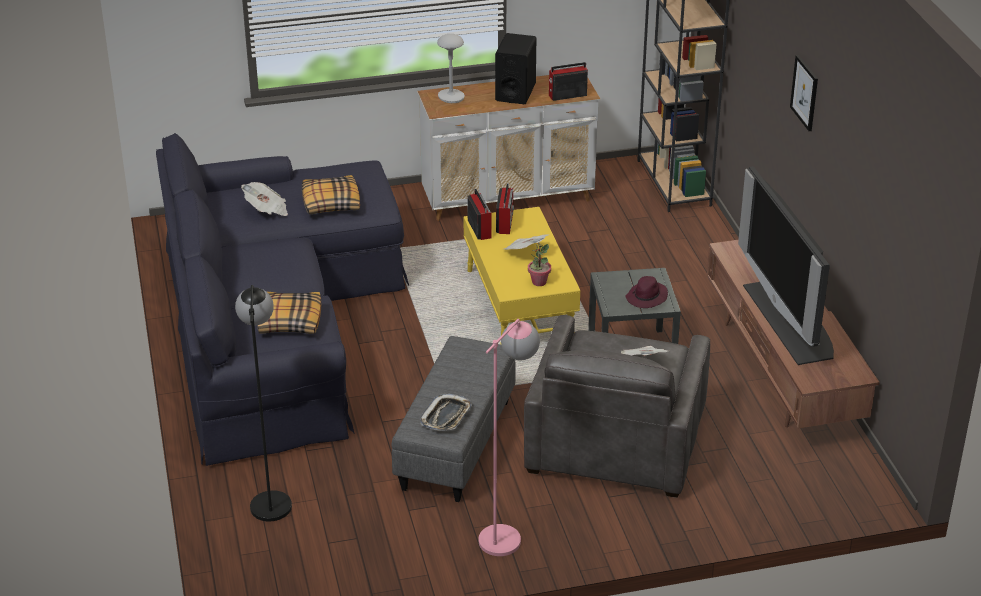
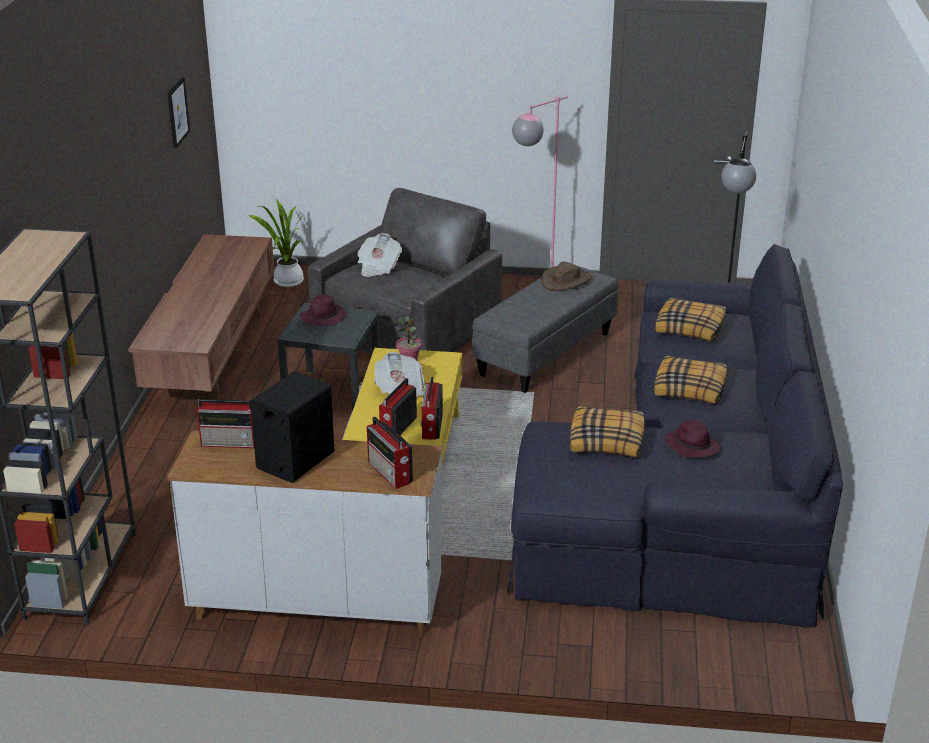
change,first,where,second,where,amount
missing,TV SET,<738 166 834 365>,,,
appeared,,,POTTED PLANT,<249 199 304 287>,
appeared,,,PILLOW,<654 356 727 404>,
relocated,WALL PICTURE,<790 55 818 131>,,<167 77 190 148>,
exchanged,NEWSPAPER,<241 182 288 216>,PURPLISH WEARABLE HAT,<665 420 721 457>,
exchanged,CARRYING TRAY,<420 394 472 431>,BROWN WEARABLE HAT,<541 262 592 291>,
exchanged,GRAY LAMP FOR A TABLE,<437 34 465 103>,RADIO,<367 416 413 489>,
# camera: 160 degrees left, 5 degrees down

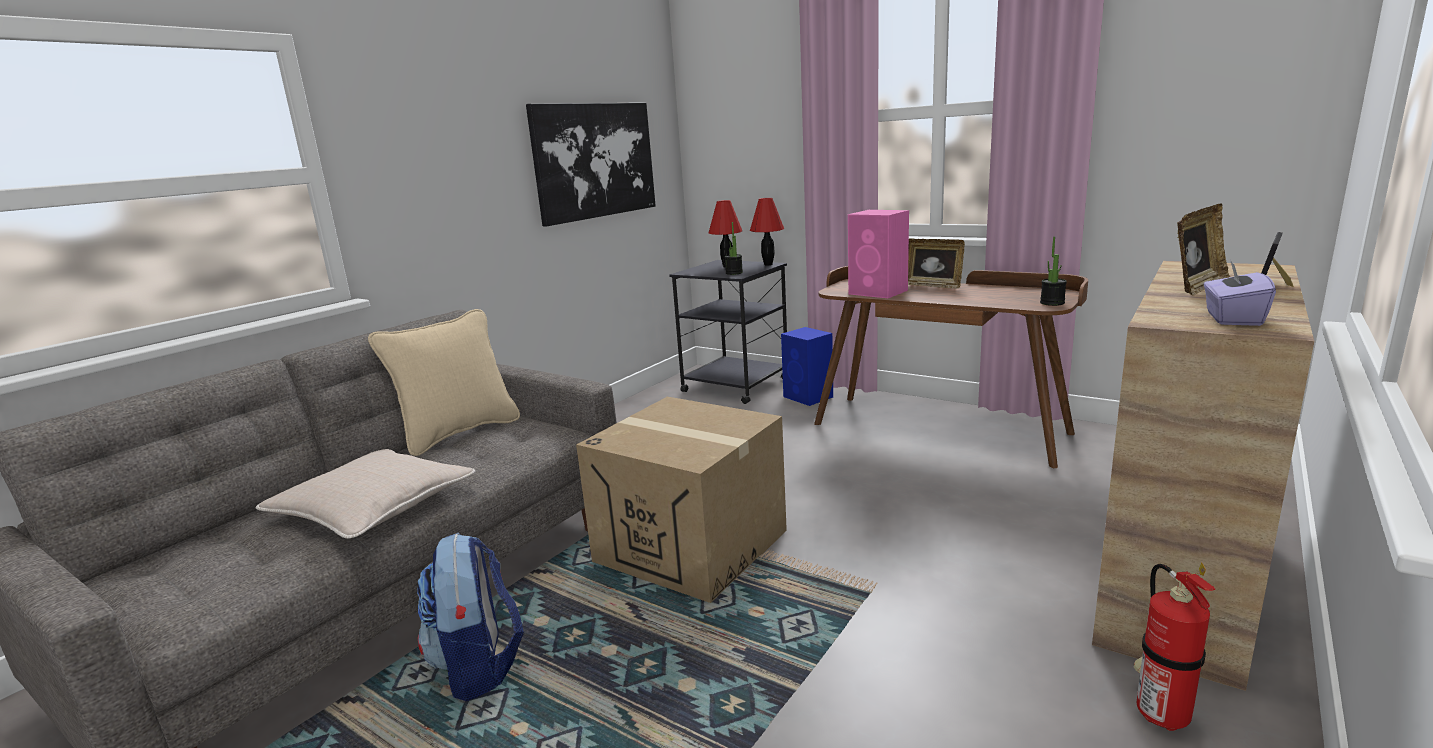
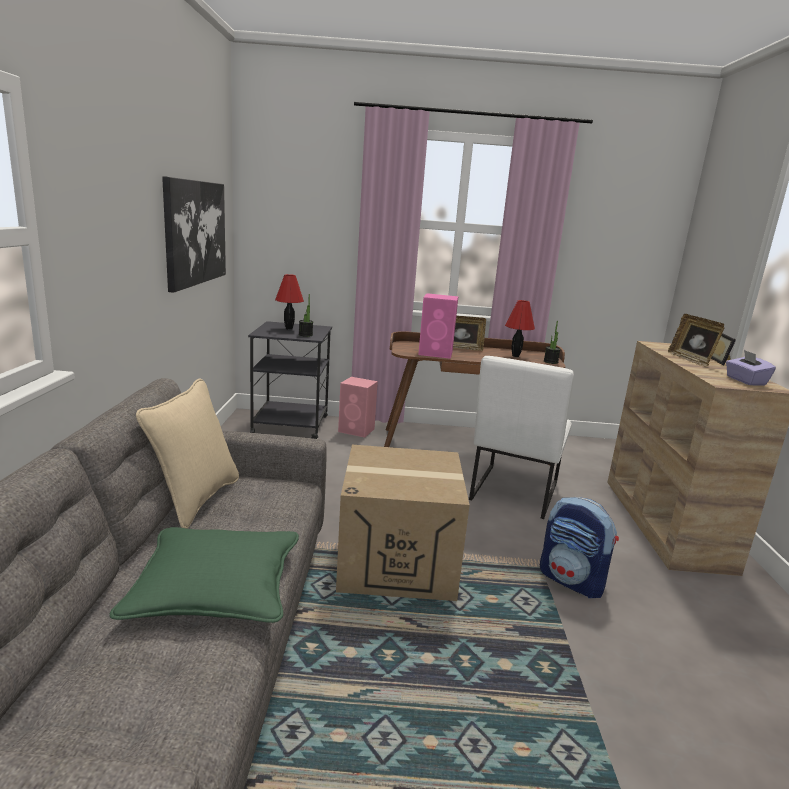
change,first,where,second,where,amount
missing,FIRE-FIGHTING CYLINDER,<1133 562 1215 731>,,,
appeared,,,WHITISH CHAIR,<469 356 574 519>,
relocated,KNAPSACK,<417 533 524 701>,,<540 497 619 598>,
relocated,REDDISH LAMP FOR A TABLE,<750 198 784 266>,,<505 300 535 357>,
colour,BEIGE PILLOW,<255 449 475 539>,GREENISH PILLOW,<110 527 299 623>,
colour,BLUE-COLOURED AUDIO SPEAKER,<781 327 833 406>,PINK-COLOURED AUDIO SPEAKER,<338 377 378 438>,
spun,PICTURE FRAME,<1177 204 1230 296>,,<668 314 725 367>,150 degrees clockwise
# camera: 35 degrees left, 0 degrees up

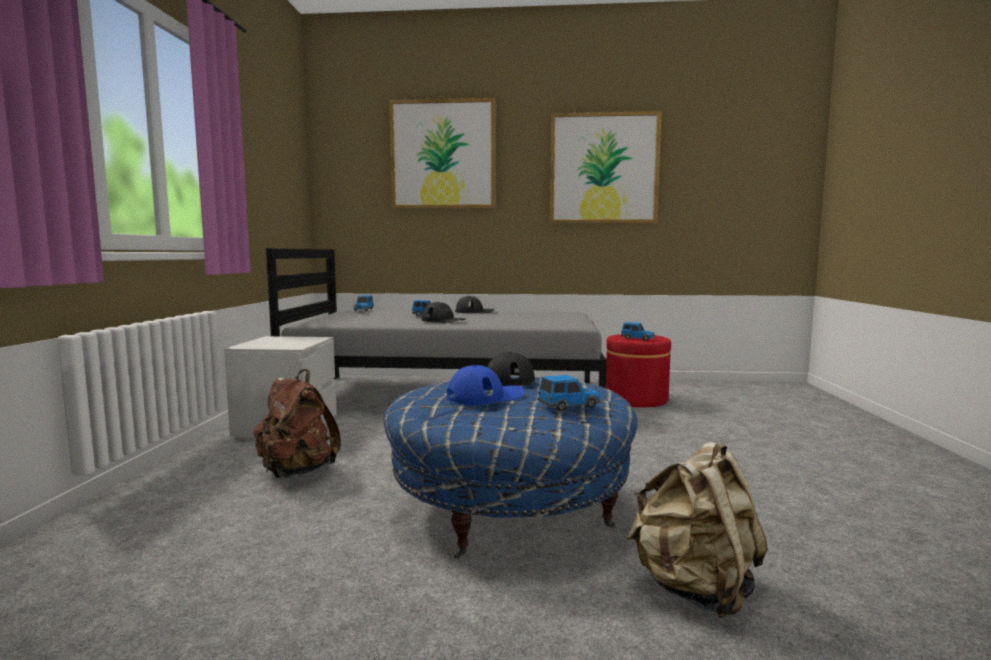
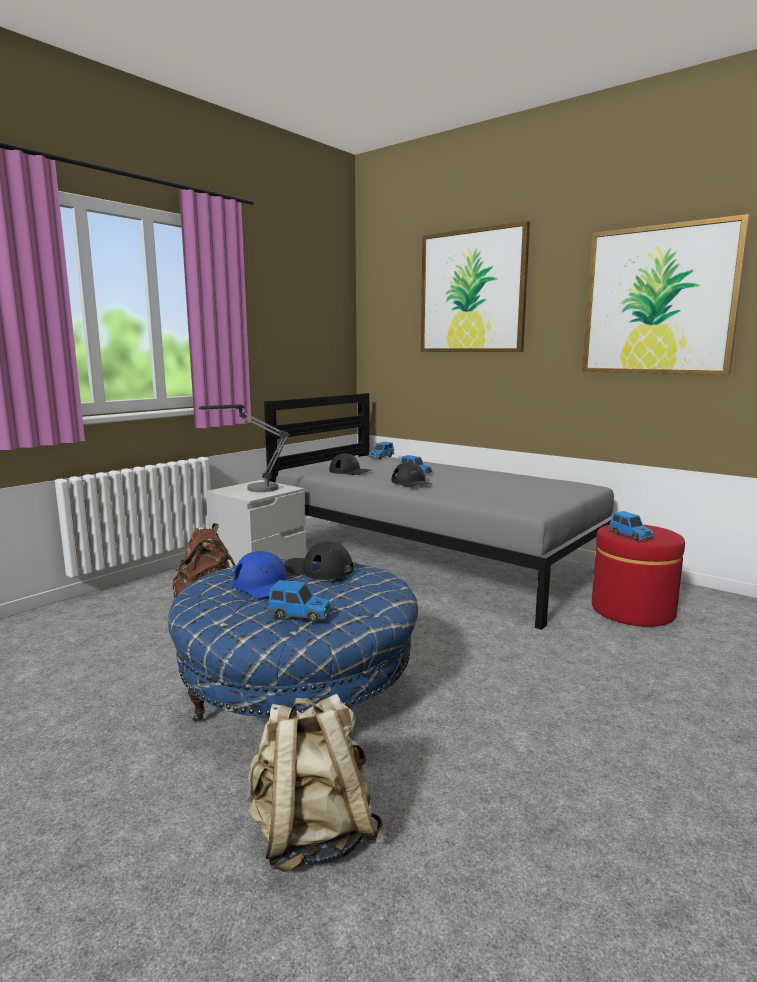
change,first,where,second,where,amount
appeared,,,LAMP FOR A TABLE,<199 404 290 492>,
relocated,BLACK-COLOURED PEAKED CAP,<455 296 495 313>,,<329 453 371 475>,
spun,BLUE-COLOURED PEAKED CAP,<447 365 525 405>,,<233 551 287 598>,45 degrees clockwise
# camera: 35 degrees right, 5 degrees up

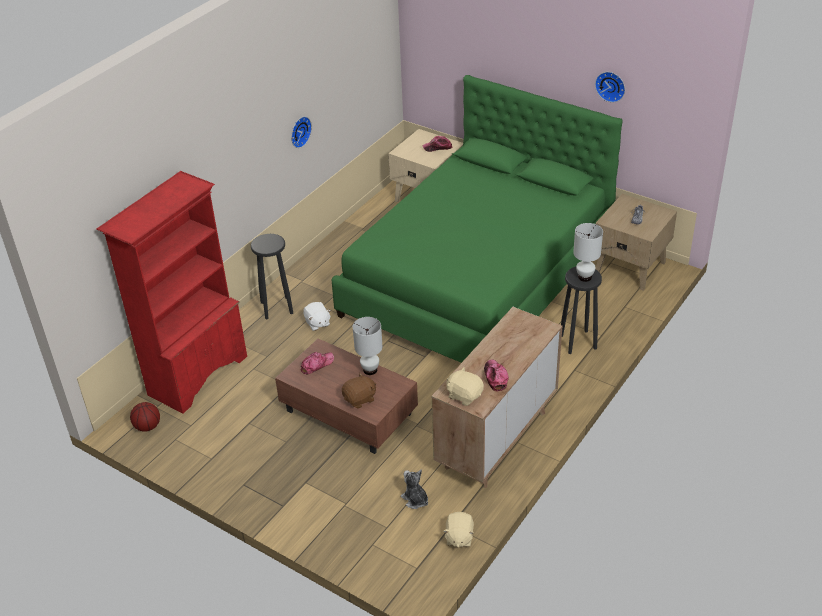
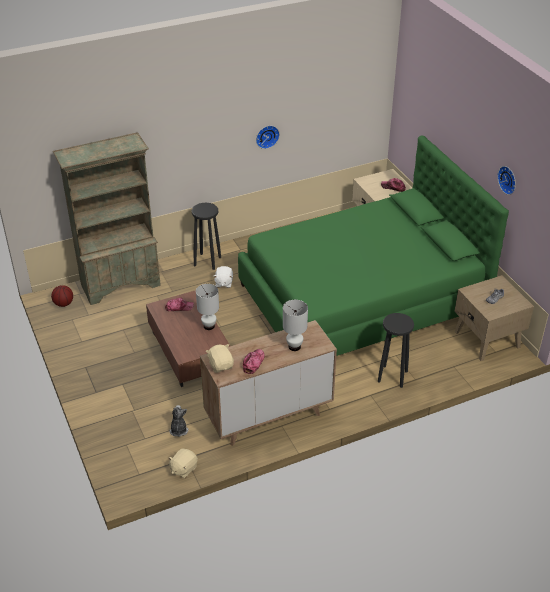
change,first,where,second,where,amount
missing,BROWN CUDDLY TOY,<342 373 376 409>,,,
relocated,WHITISH LAMP FOR A TABLE,<573 223 603 282>,,<283 300 308 351>,
colour,REDDISH BOOKSHELF,<97 171 247 414>,GREENISH BOOKSHELF,<53 132 161 305>,
# camera: 30 degrees right, 0 degrees up

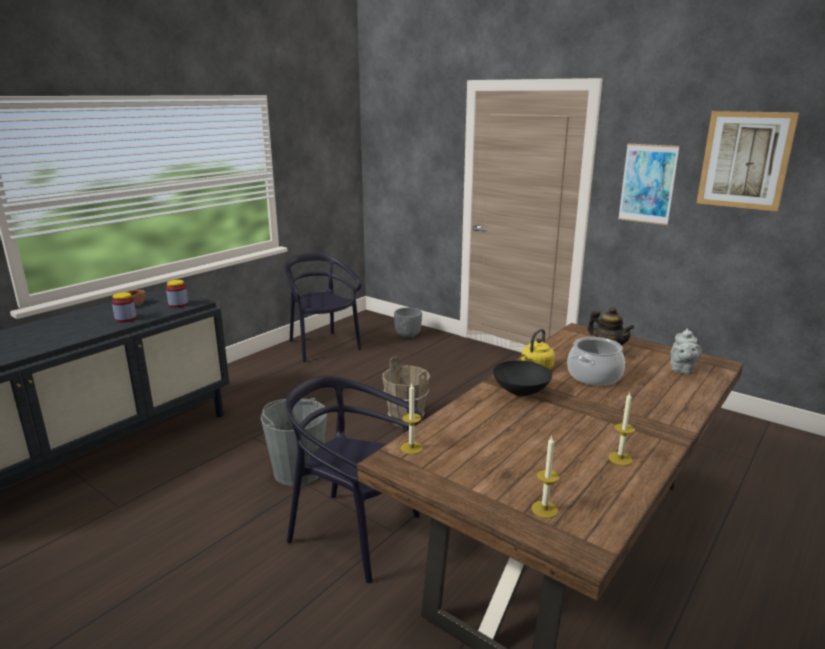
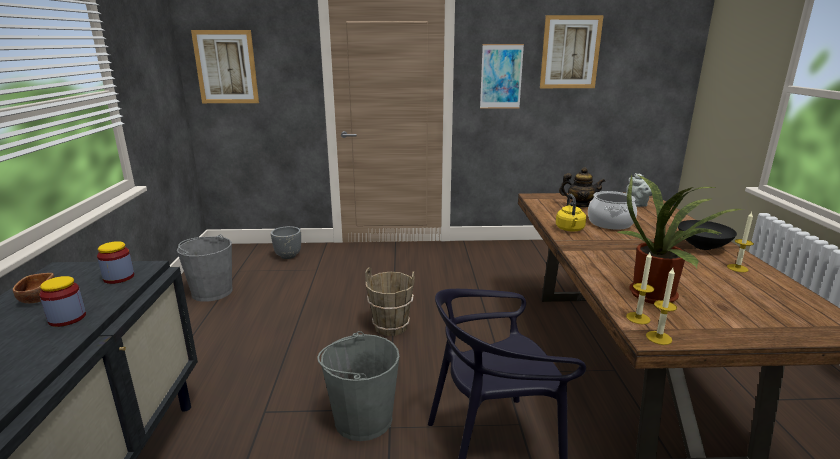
change,first,where,second,where,amount
appeared,,,WALL PICTURE,<191 30 259 103>,
appeared,,,POTTED PLANT,<617 174 742 304>,
relocated,BLACK-COLOURED BOWL,<493 360 552 396>,,<678 220 737 250>,
relocated,WAX CANDLE,<532 436 560 518>,,<646 268 677 345>,
exchanged,BLACK-COLOURED CHAIR,<285 253 362 363>,GRAY WATER BUCKET,<177 234 233 302>,
# camera: 40 degrees left, 0 degrees up

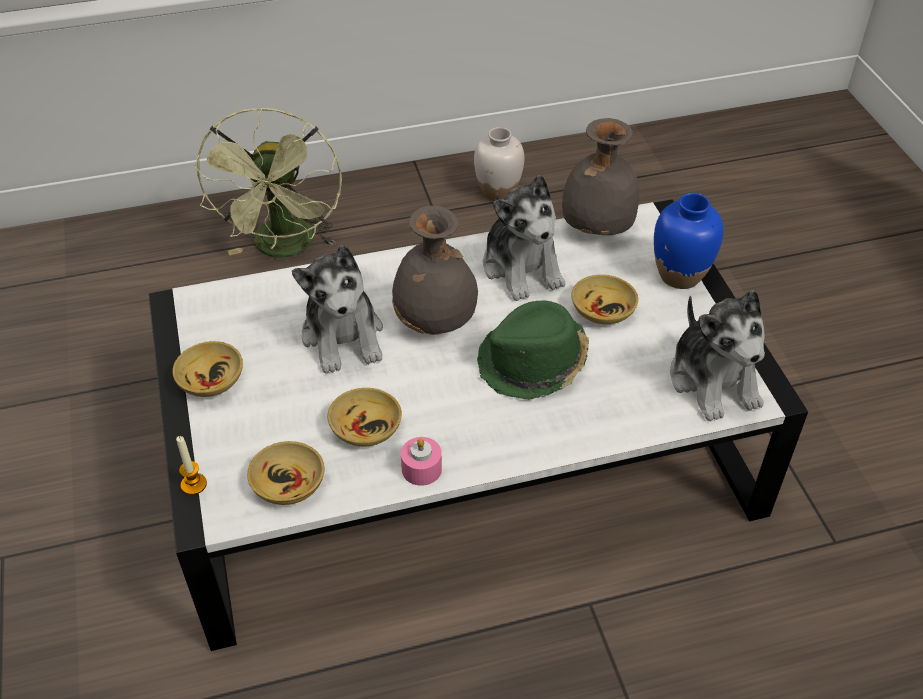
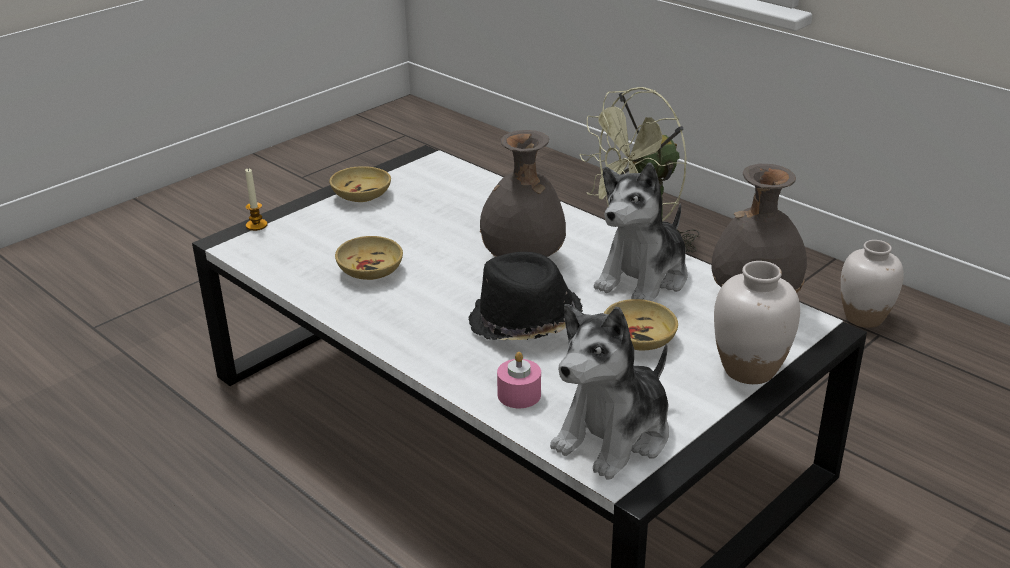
change,first,where,second,where,amount
missing,BEIGE BOWL,<247 441 324 505>,,,
missing,CUDDLY TOY,<292 245 383 374>,,,
relocated,PINK-COLOURED WAX CANDLE,<401 437 442 486>,,<497 352 541 408>,
colour,GREENISH WEARABLE HAT,<477 300 589 400>,BLACK-COLOURED WEARABLE HAT,<468 252 583 340>,
colour,BLUE-COLOURED VASE,<654 193 724 289>,WHITISH VASE,<714 261 800 384>,
# camera: 60 degrees right, 15 degrees down

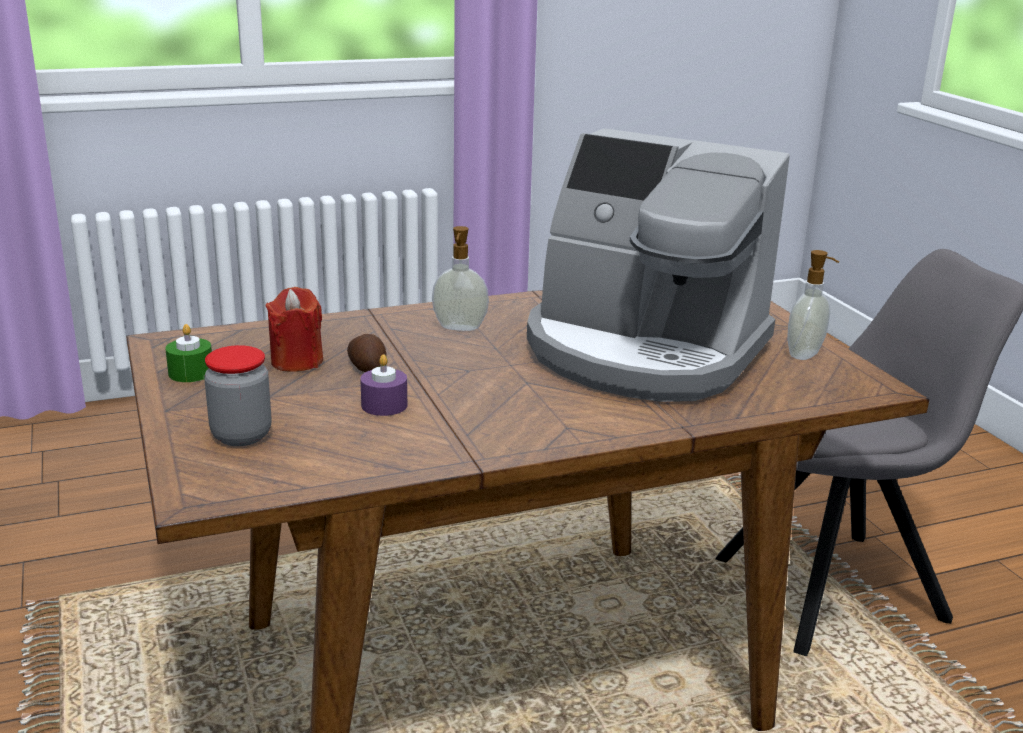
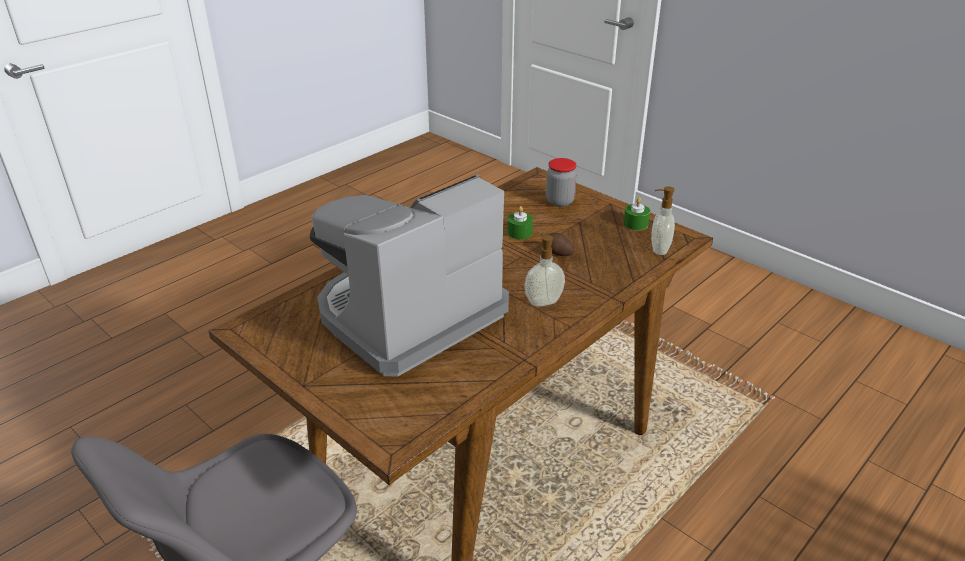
change,first,where,second,where,amount
missing,REDDISH WAX CANDLE,<266 287 323 372>,,,
relocated,SOAP DISPENSER,<787 250 839 360>,,<651 186 675 255>,
colour,PURPLISH WAX CANDLE,<360 354 407 416>,GREENISH WAX CANDLE,<507 206 533 239>,
spun,COFFEE BREWER,<527 128 790 402>,,<310 174 509 377>,45 degrees counterclockwise
# camera: 155 degrees right, 10 degrees up

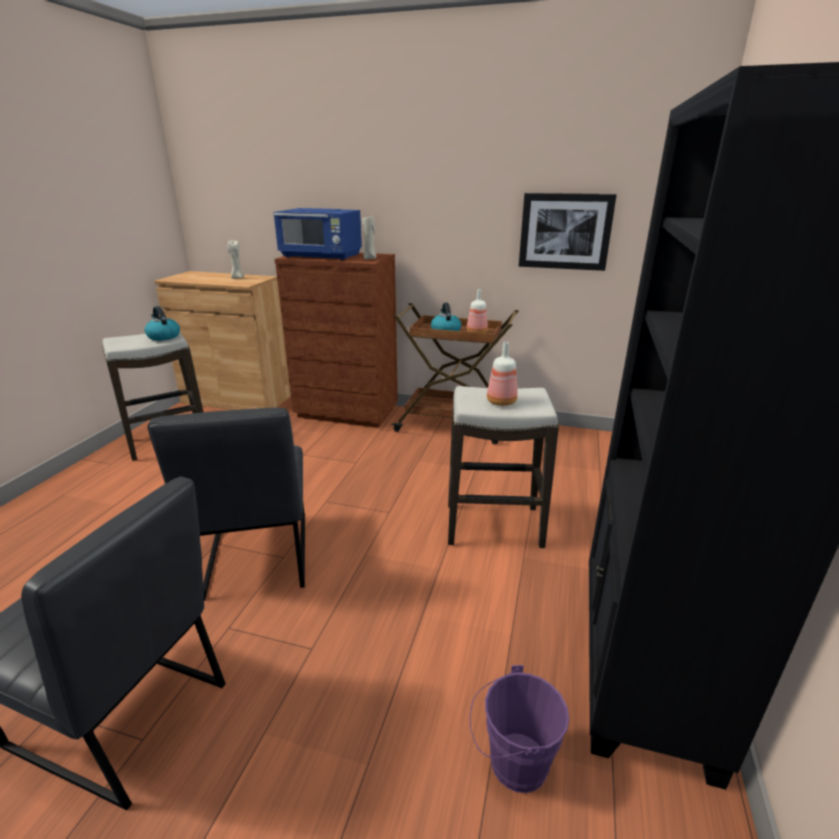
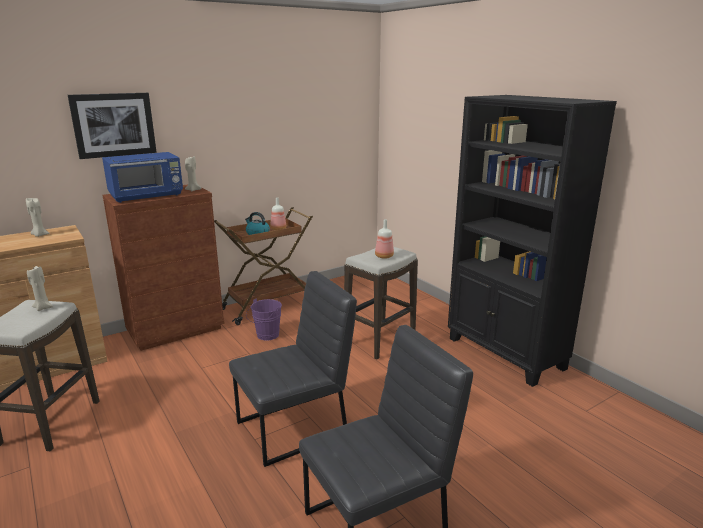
change,first,where,second,where,amount
relocated,PURPLISH WATER BUCKET,<470 665 569 793>,,<246 298 282 341>,
relocated,WALL PICTURE,<519 193 617 271>,,<68 93 157 159>,
exchanged,KETTLE,<145 306 180 341>,BEIGE WAX CANDLE,<27 266 53 311>,
spun,GRAY CHAIR,<148 408 305 601>,,<229 271 357 467>,60 degrees counterclockwise
# camera: 50 degrees left, 5 degrees down

